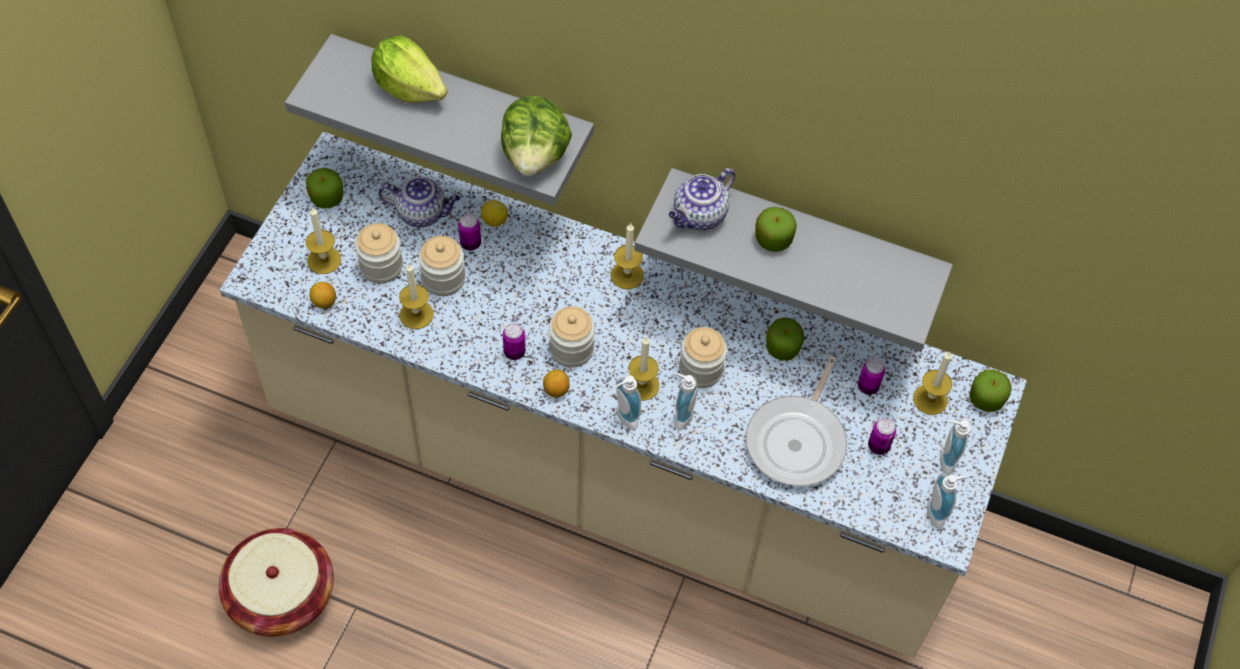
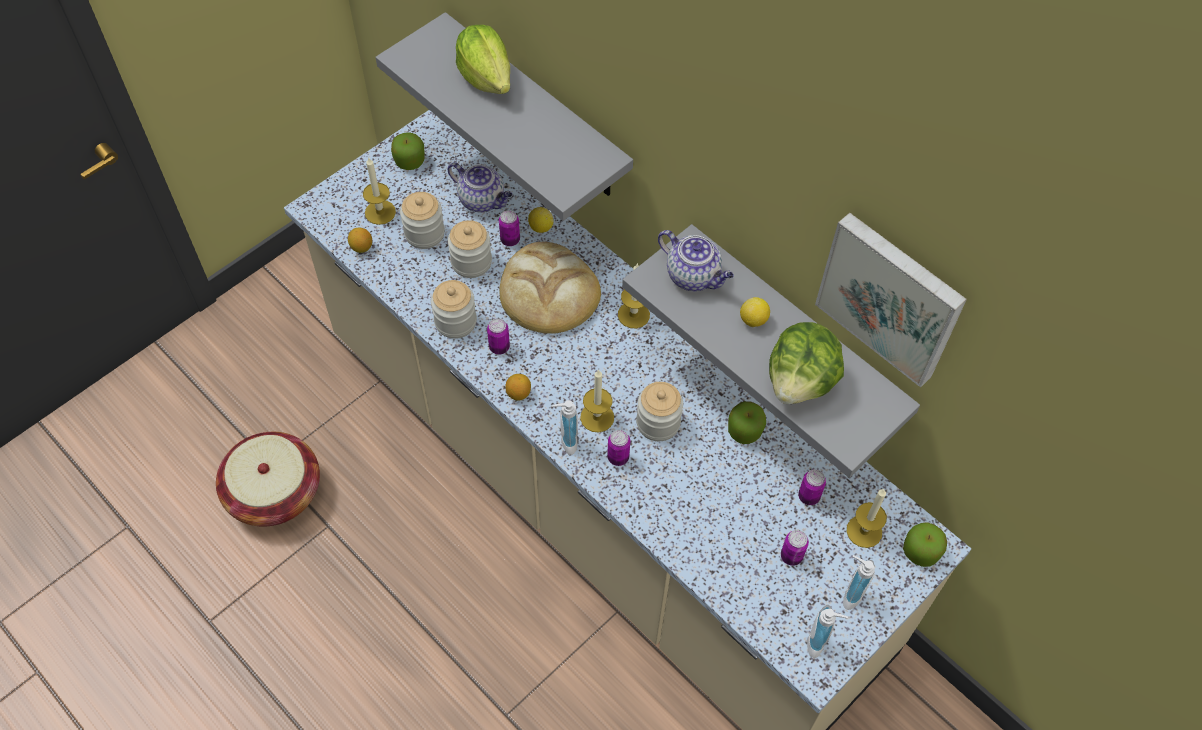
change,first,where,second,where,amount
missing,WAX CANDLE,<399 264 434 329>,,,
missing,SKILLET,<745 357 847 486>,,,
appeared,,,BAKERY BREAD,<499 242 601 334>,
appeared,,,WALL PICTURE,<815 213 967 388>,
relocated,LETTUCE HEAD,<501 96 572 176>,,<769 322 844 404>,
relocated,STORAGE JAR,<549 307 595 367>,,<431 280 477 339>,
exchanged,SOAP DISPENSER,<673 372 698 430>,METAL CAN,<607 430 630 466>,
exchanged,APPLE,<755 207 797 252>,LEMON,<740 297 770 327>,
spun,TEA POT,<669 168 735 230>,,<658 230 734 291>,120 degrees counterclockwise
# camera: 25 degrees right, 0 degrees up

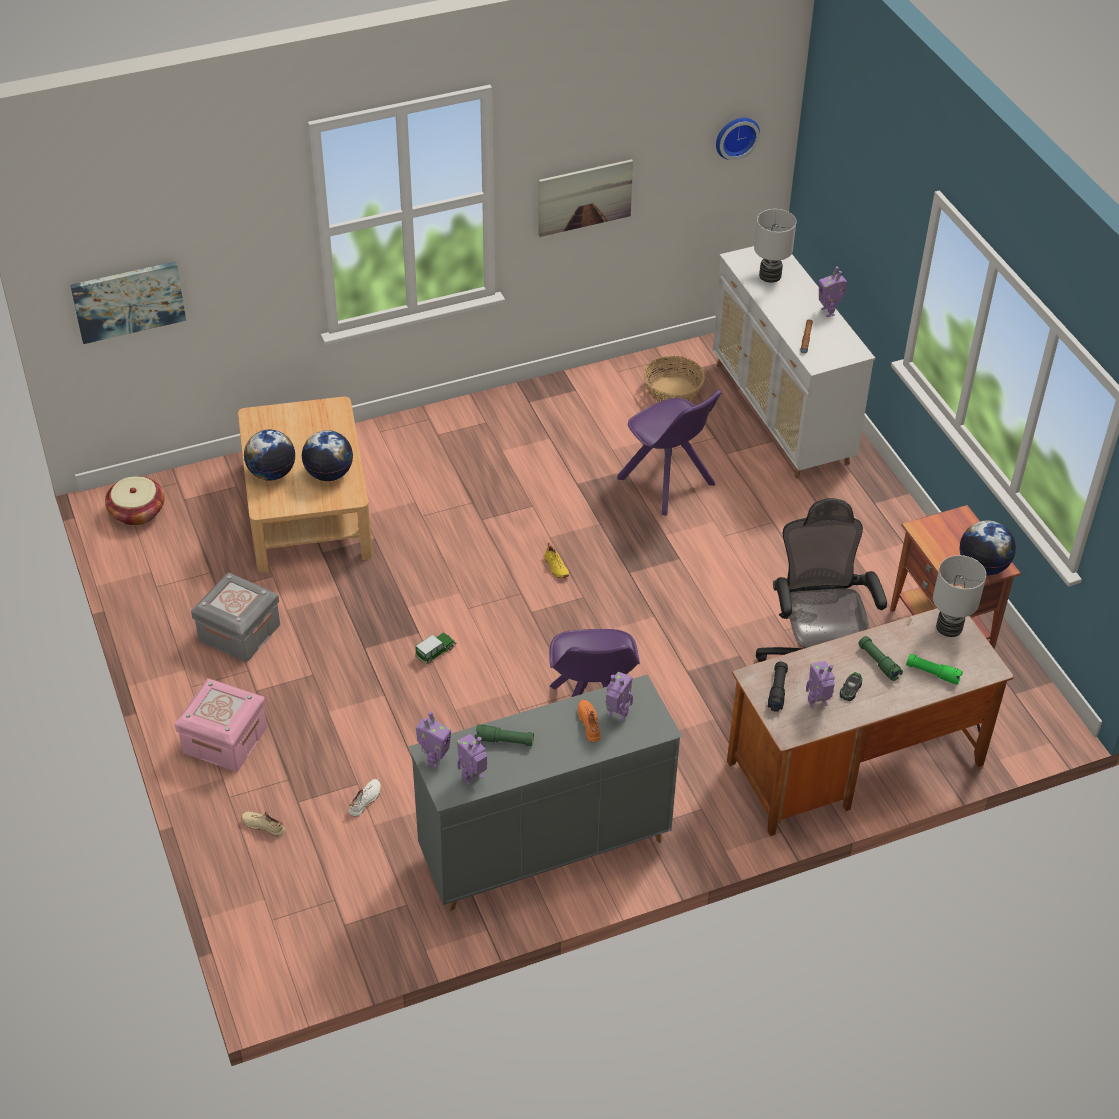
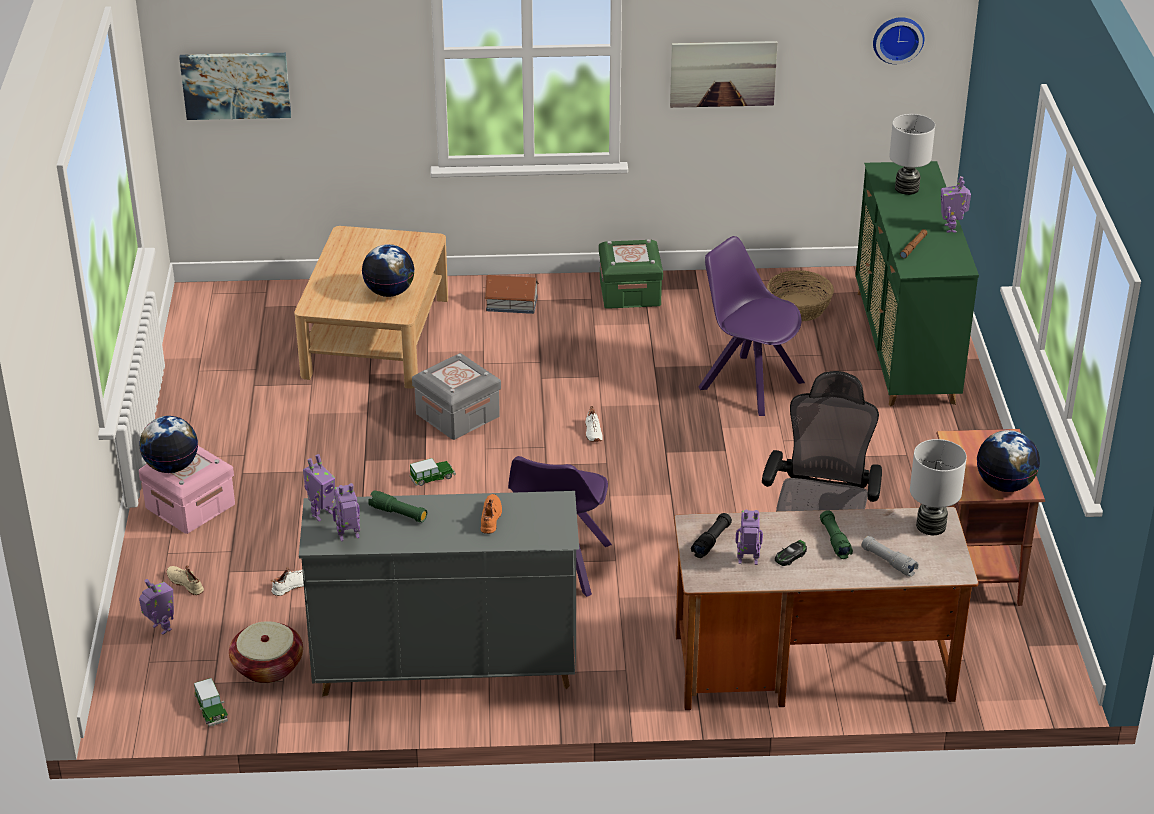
change,first,where,second,where,amount
appeared,,,TOY CAR,<194 678 228 727>,
appeared,,,TOY HOUSE,<484 275 539 314>,
appeared,,,GREENISH STORAGE CONTAINER,<599 239 663 309>,
relocated,HOUSEHOLD BASKET,<105 476 165 525>,,<229 621 303 683>,
relocated,GRAY STORAGE CONTAINER,<191 572 280 662>,,<412 353 501 440>,
relocated,WORLD GLOBE,<244 430 295 481>,,<140 416 198 473>,
relocated,MODEL ROBOT,<605 672 633 722>,,<139 579 174 635>,
colour,YELLOW-COLOURED SHOE,<544 543 569 578>,WHITISH SHOE,<585 406 603 442>,
colour,WHITISH CUPBOARD,<713 246 875 478>,GREENISH CUPBOARD,<855 161 979 407>,
colour,GREENISH TORCH,<906 654 963 685>,GRAY TORCH,<862 536 919 577>,
spun,PURPLISH CHAIR,<617 390 722 515>,,<699 236 805 416>,150 degrees clockwise
# camera: 20 degrees right, 10 degrees down

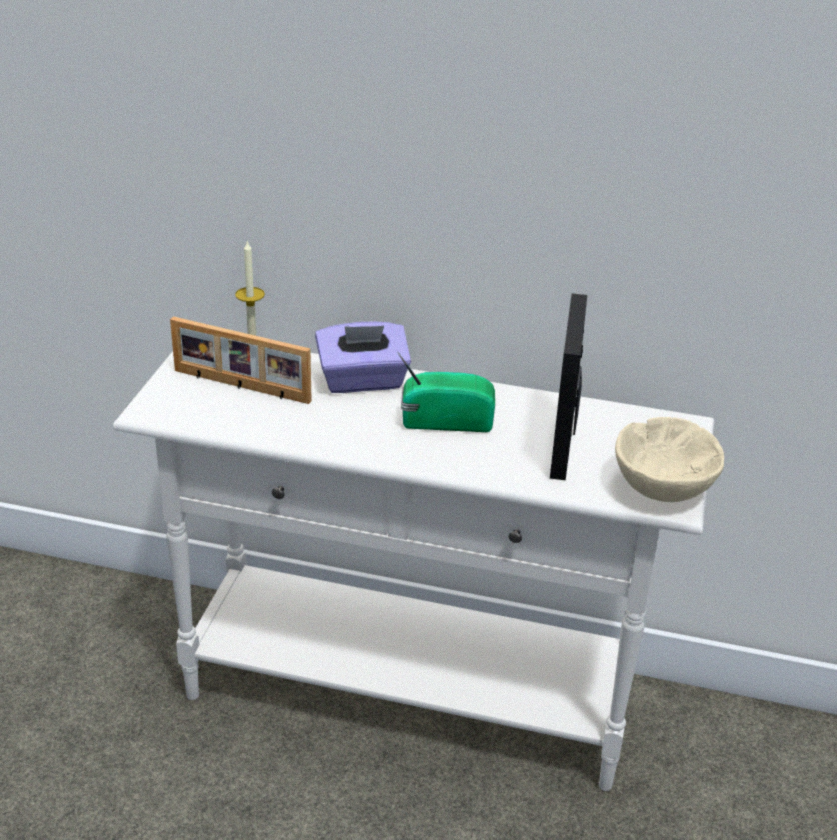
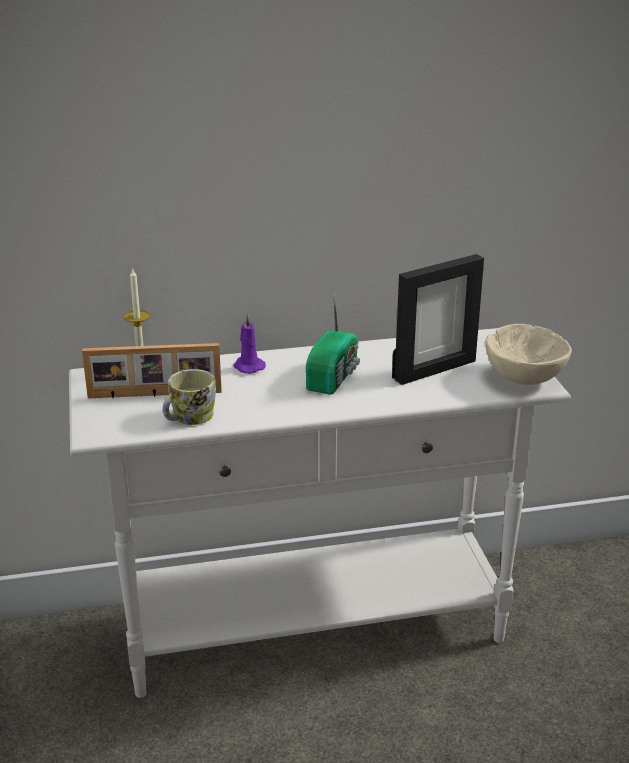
change,first,where,second,where,amount
appeared,,,MUG,<163 369 216 425>,
exchanged,PURPLISH TISSUE BOX,<315 322 411 393>,PURPLISH WAX CANDLE,<233 314 266 374>,
spun,RADIO,<397 351 495 432>,,<306 294 360 395>,135 degrees clockwise
spun,PICTURE FRAME,<550 294 587 480>,,<392 254 484 385>,105 degrees counterclockwise
# camera: 25 degrees left, 5 degrees down

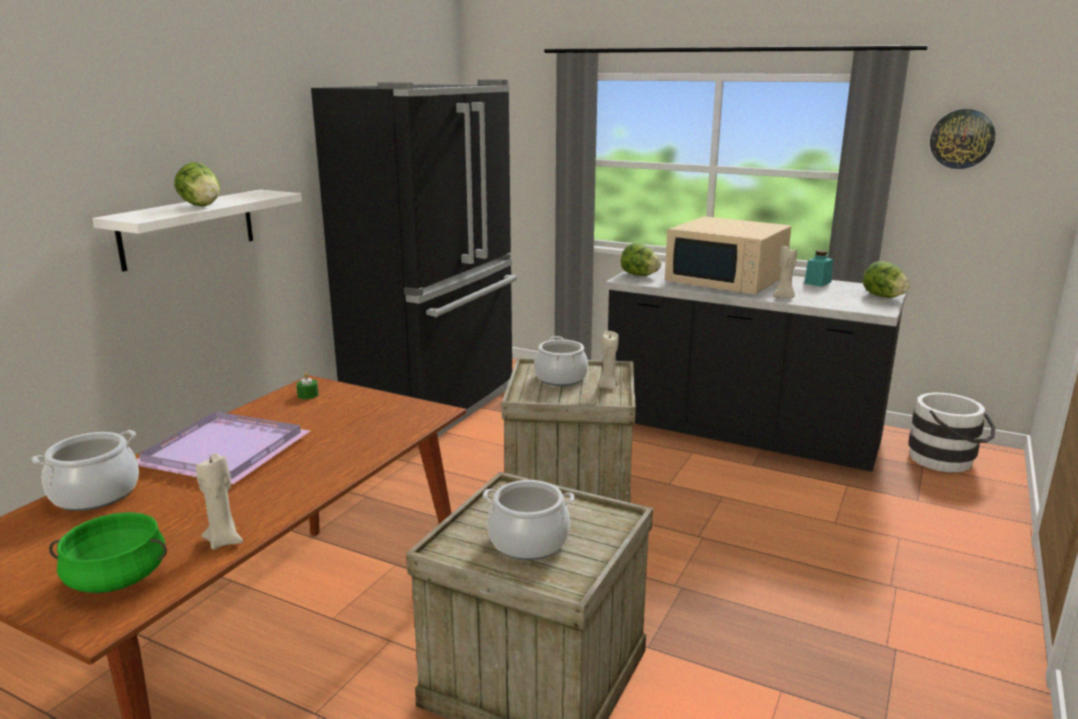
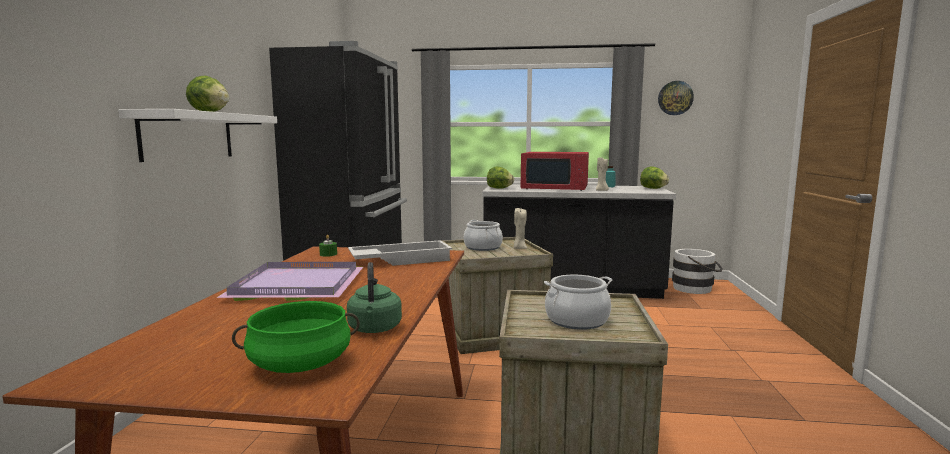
change,first,where,second,where,amount
missing,COOKING POT,<32 430 139 511>,,,
appeared,,,WHITISH CARRYING TRAY,<348 240 452 266>,
exchanged,BEIGE WAX CANDLE,<196 453 243 550>,GREENISH KETTLE,<347 262 402 333>,
colour,BEIGE KITCHEN MICROWAVE,<665 216 791 294>,REDDISH KITCHEN MICROWAVE,<521 152 589 191>,
# camera: 20 degrees left, 10 degrees down

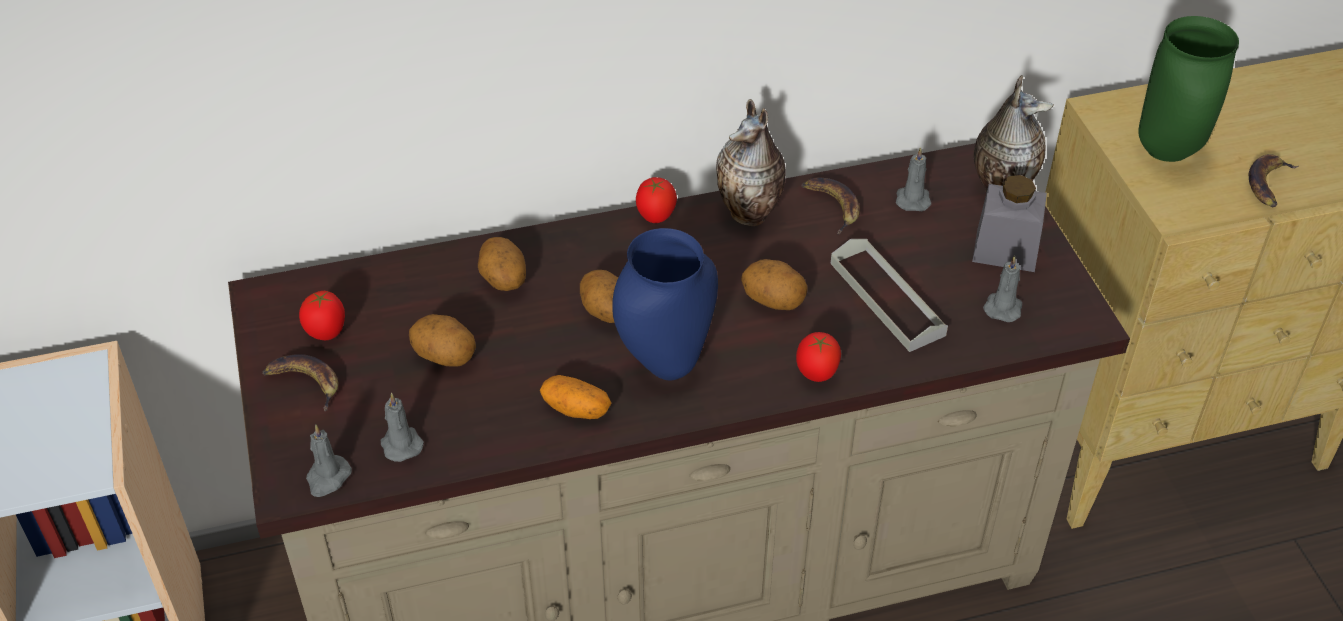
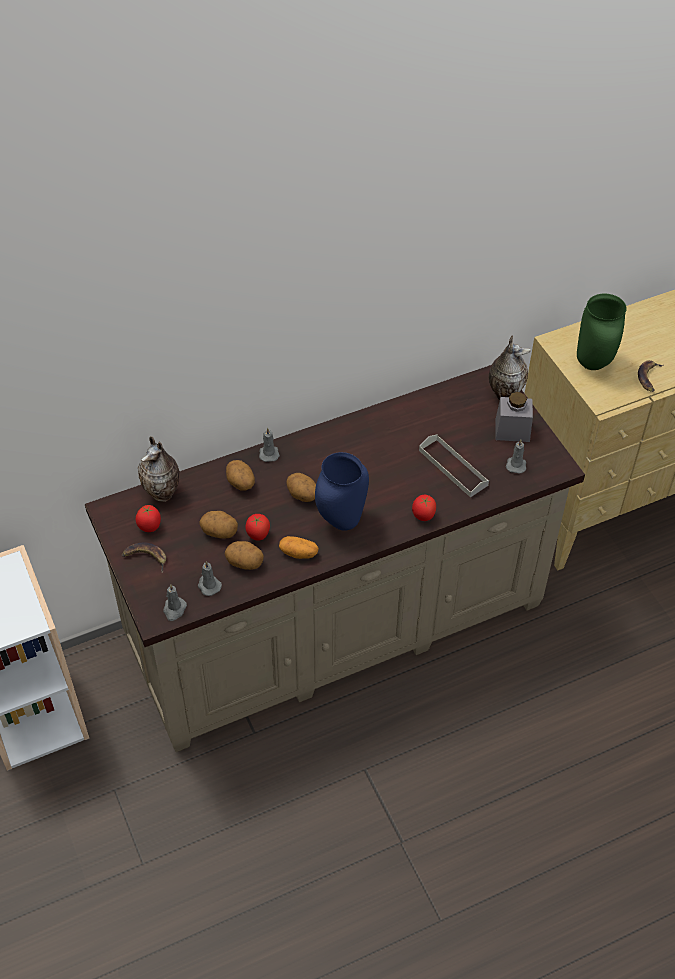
change,first,where,second,where,amount
missing,WHOLE BANANA,<801 177 860 235>,,,
relocated,FRESH TOMATO,<636 177 677 223>,,<245 514 270 541>,
relocated,VASE,<716 99 786 227>,,<138 436 180 502>,
relocated,SPUD,<741 259 808 310>,,<225 541 264 570>,
relocated,GRAY WAX CANDLE,<896 147 931 211>,,<259 428 280 462>,
# camera: 10 degrees left, 5 degrees up

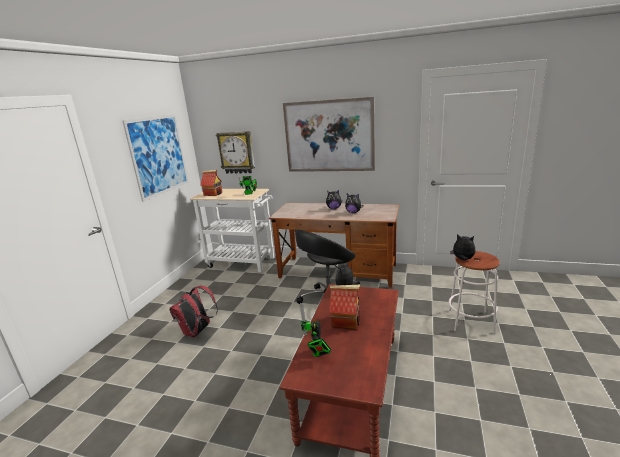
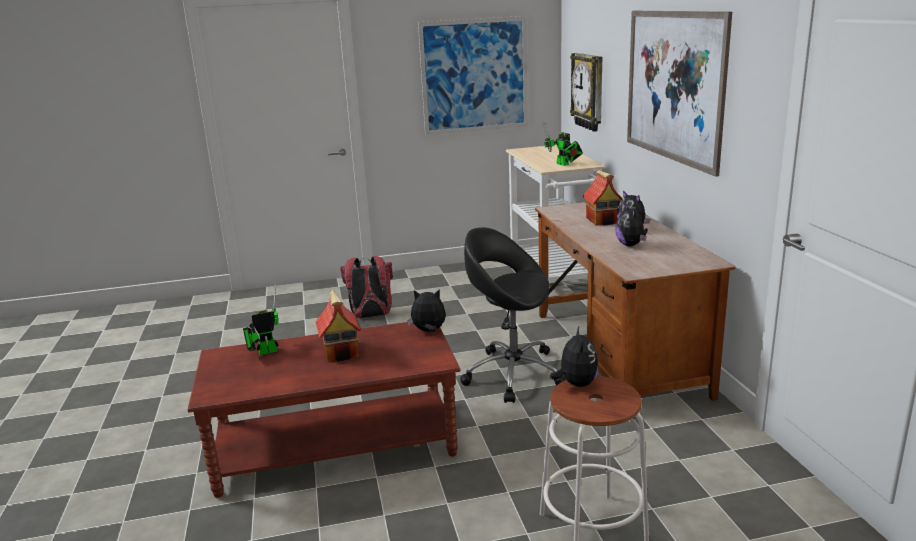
change,first,where,second,where,amount
relocated,TOY HOUSE,<200 170 222 196>,,<582 170 622 226>,
# camera: 60 degrees right, 0 degrees up

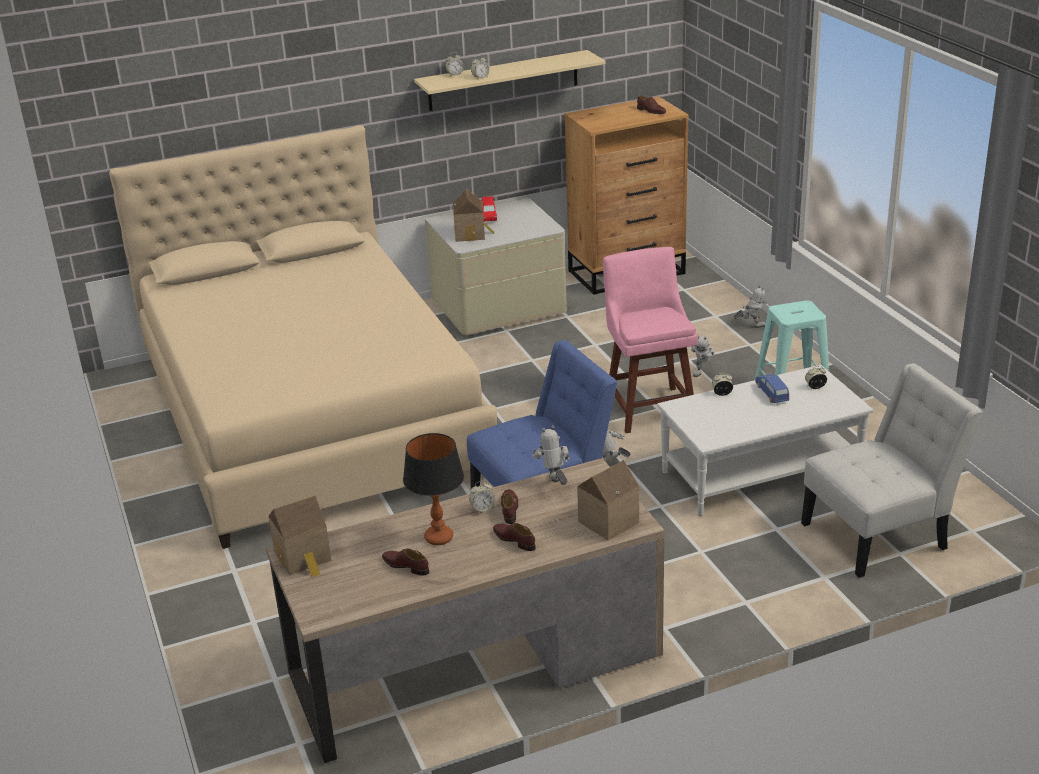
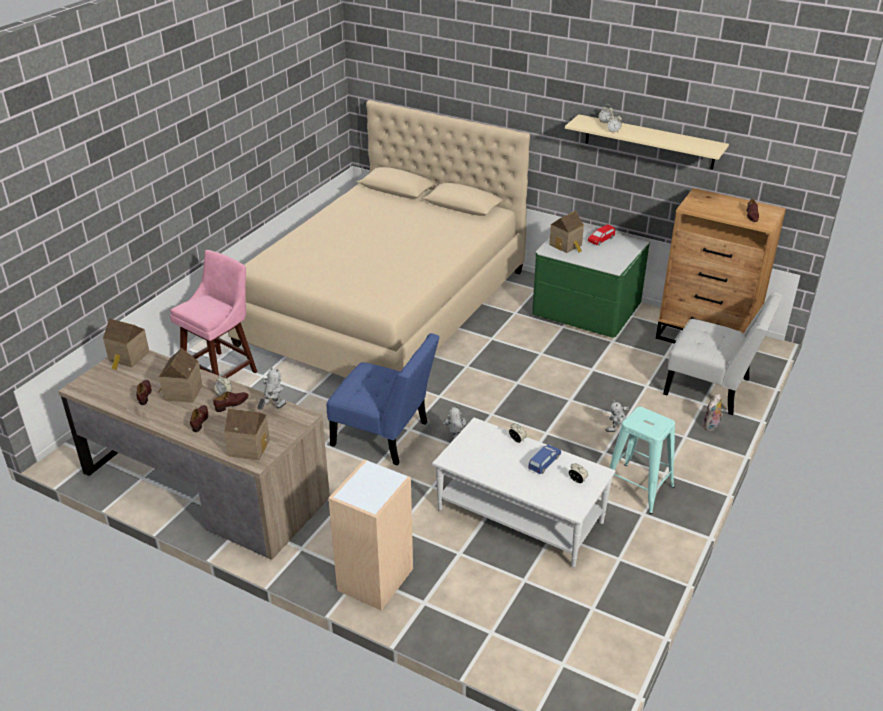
change,first,where,second,where,amount
appeared,,,BOOKSHELF,<328 459 413 611>,
relocated,PINK-COLOURED CHAIR,<603 247 698 433>,,<170 250 257 378>,
relocated,WHITISH CHAIR,<801 364 983 578>,,<663 292 783 415>,
exchanged,LAMP FOR A TABLE,<403 433 464 545>,TOY HOUSE,<159 348 203 403>,
exchanged,MODEL ROBOT,<733 285 768 328>,CUDDLY TOY,<702 393 723 431>,
colour,BEIGE BEDSIDE TABLE,<425 197 567 335>,GREENISH BEDSIDE TABLE,<532 226 650 337>,
# camera: 50 degrees right, 5 degrees up

